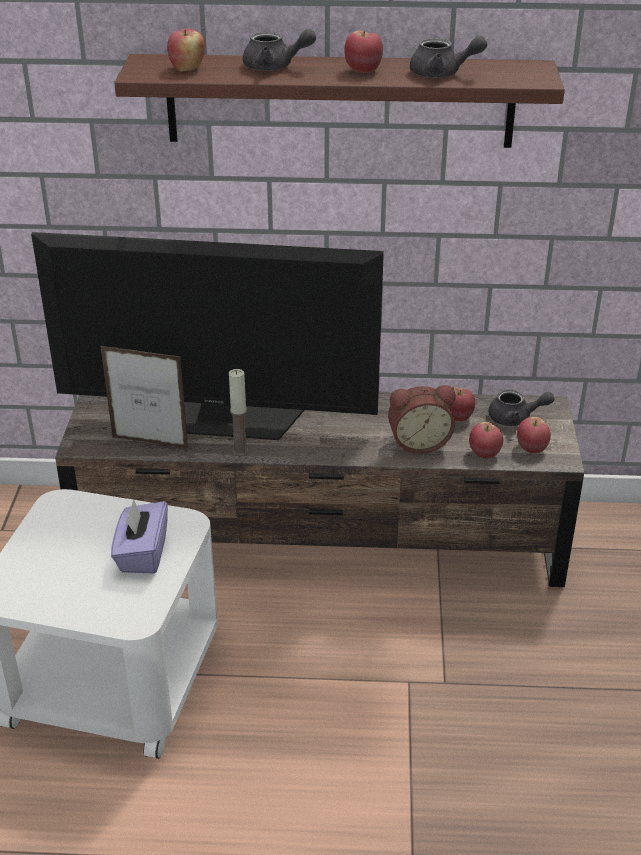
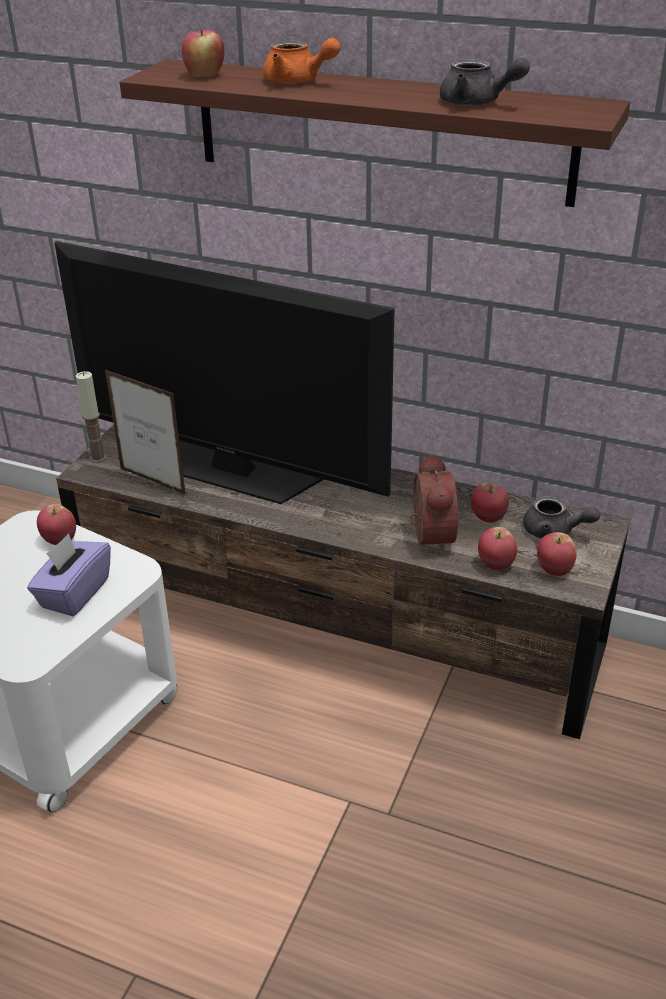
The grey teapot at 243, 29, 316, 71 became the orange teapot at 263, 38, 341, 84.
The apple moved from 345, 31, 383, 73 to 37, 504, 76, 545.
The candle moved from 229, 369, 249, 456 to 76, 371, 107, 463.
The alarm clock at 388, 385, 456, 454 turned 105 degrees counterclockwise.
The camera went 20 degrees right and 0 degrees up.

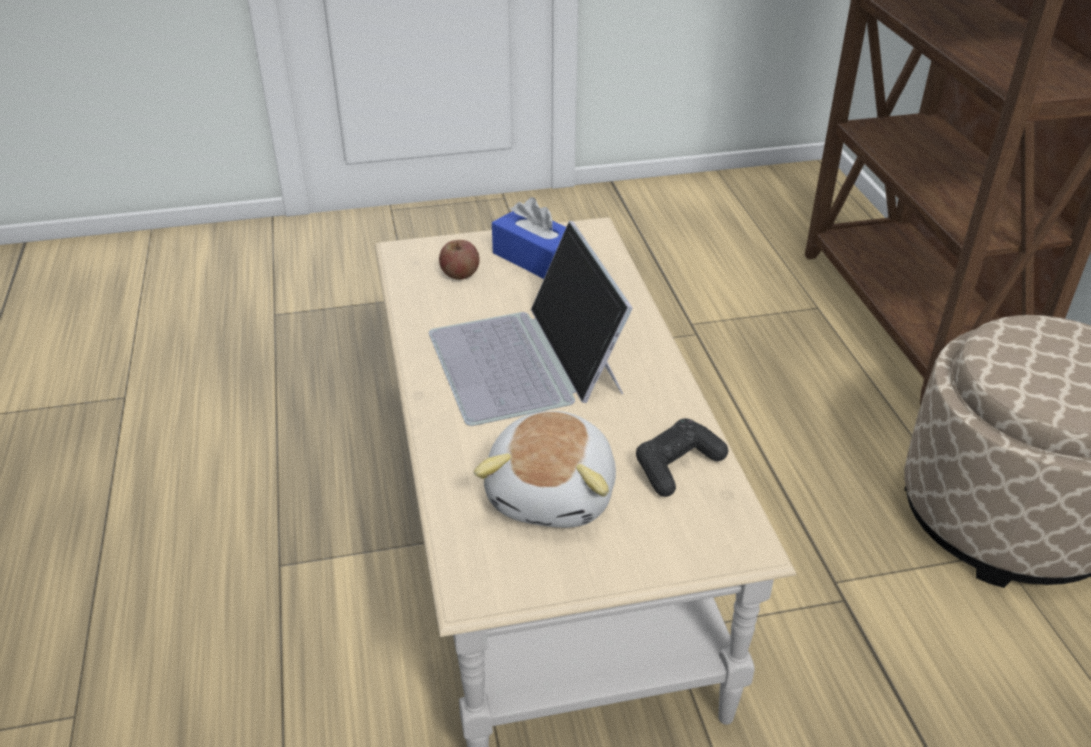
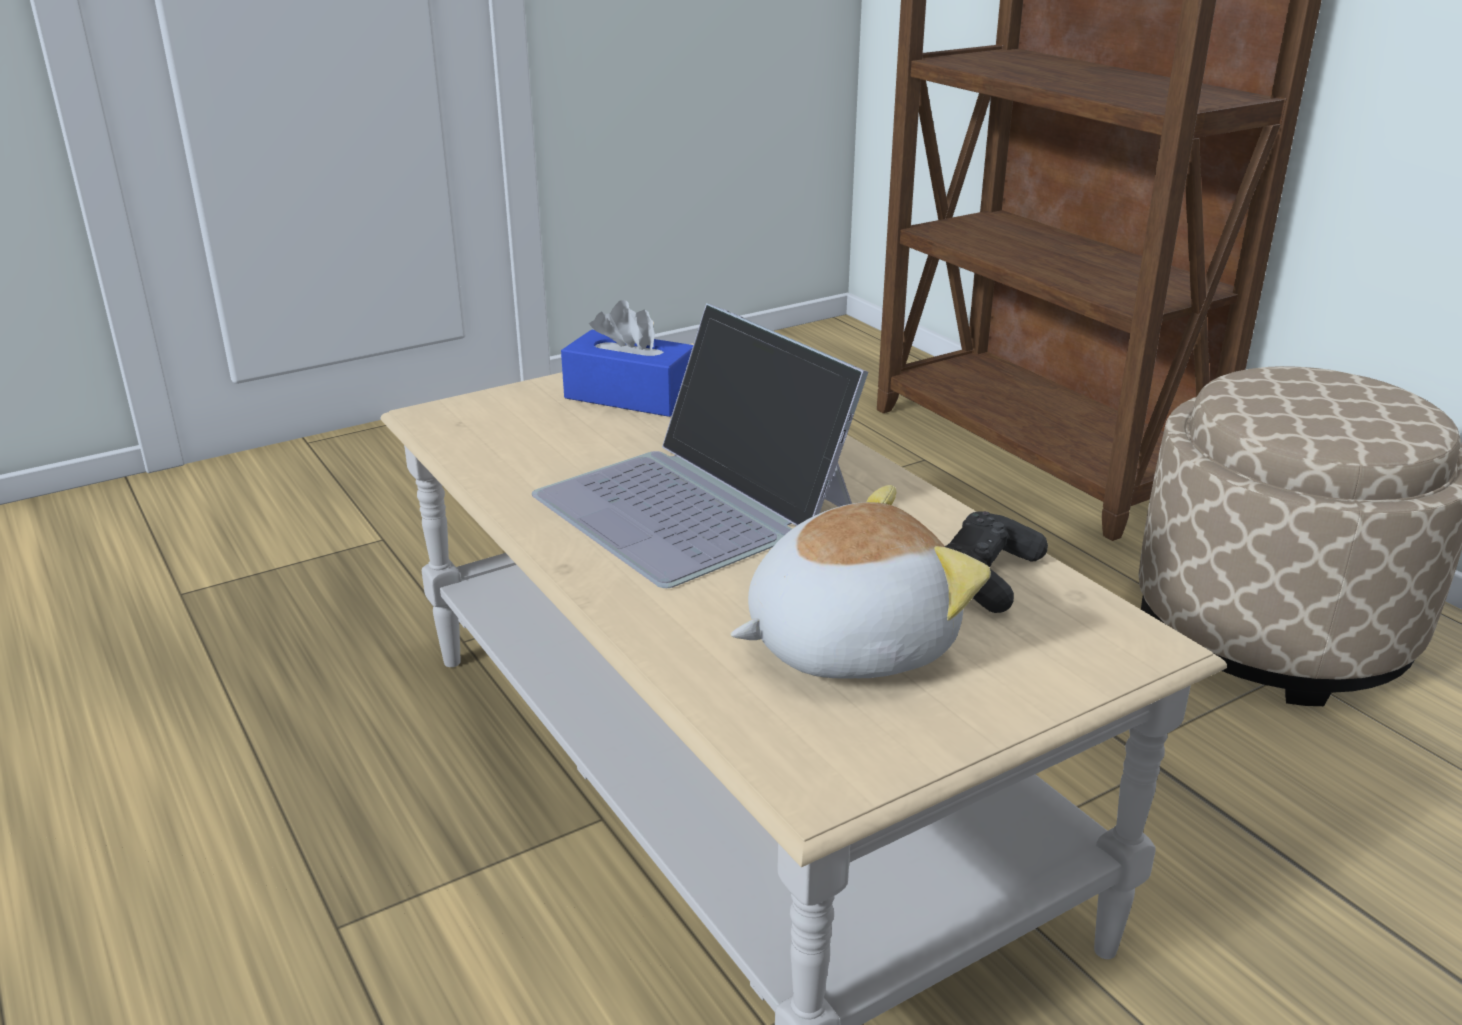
The apple at 439, 240, 480, 280 disappeared.
The plush toy at 474, 411, 616, 528 turned 105 degrees counterclockwise.
The camera went 20 degrees left and 10 degrees down.

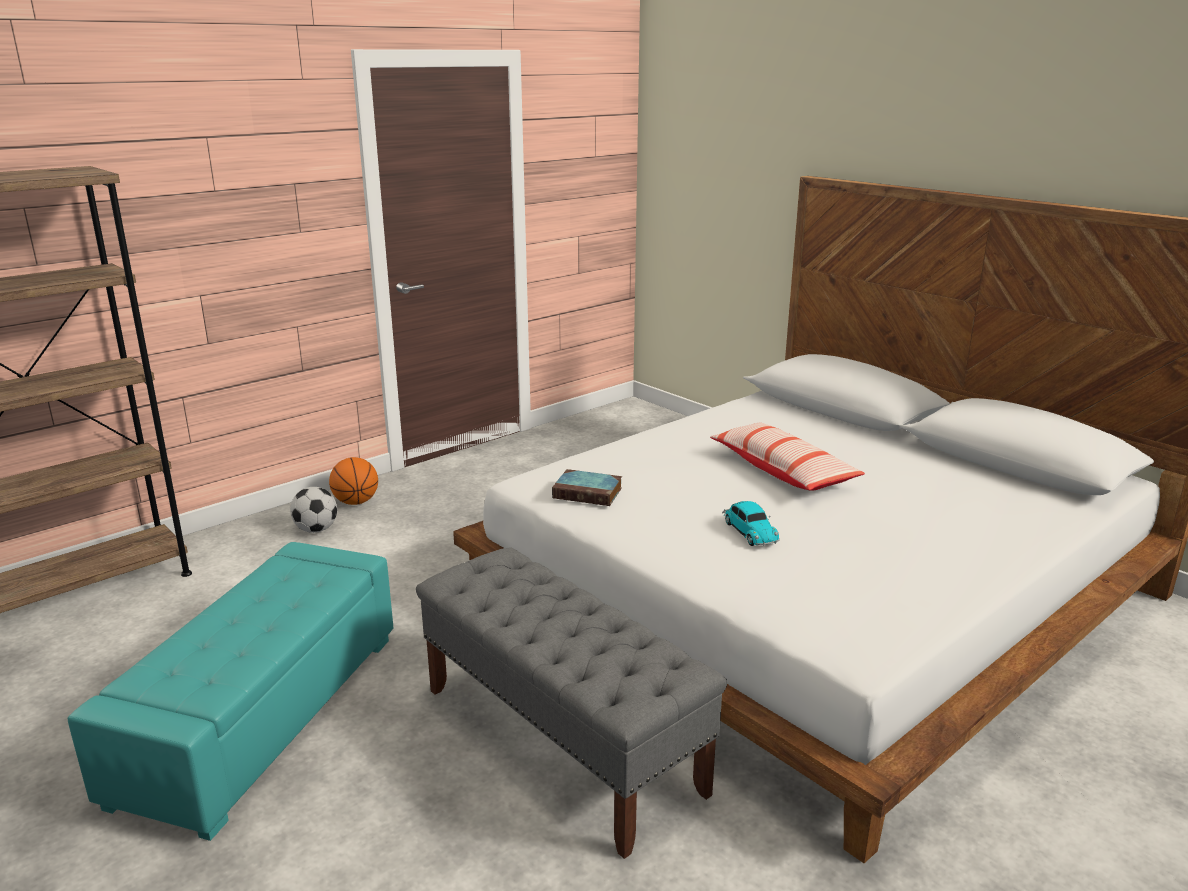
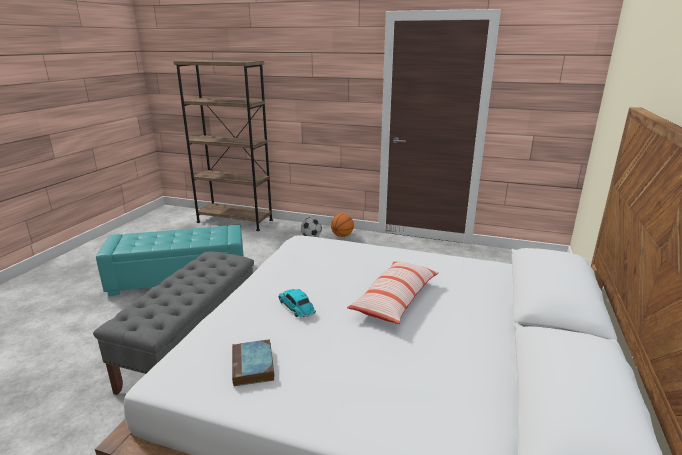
The book moved from 552, 469, 622, 506 to 232, 339, 275, 386.
The toy car at 722, 501, 780, 546 turned 105 degrees clockwise.
The camera went 60 degrees right and 0 degrees up.

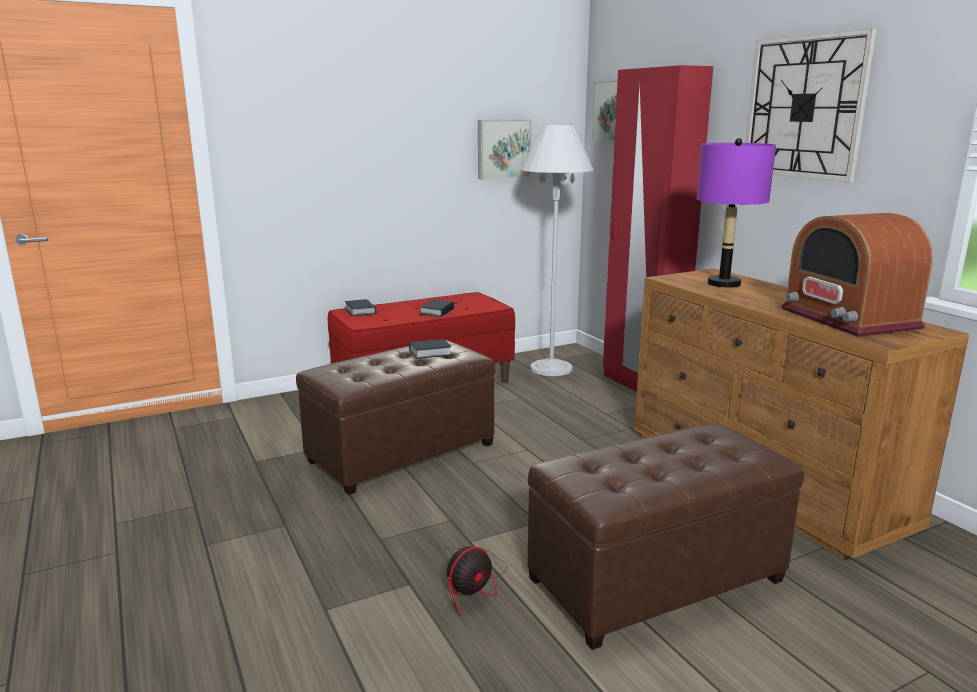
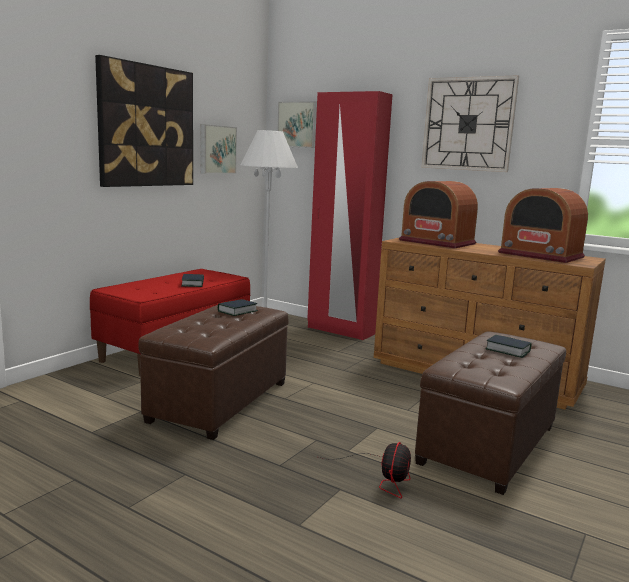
The purple table lamp at 697, 138, 776, 287 was replaced by the radio at 399, 181, 478, 248.
The book moved from 345, 299, 376, 316 to 485, 335, 532, 358.
The picture at 95, 55, 193, 187 appeared.
The camera went 30 degrees left and 5 degrees down.

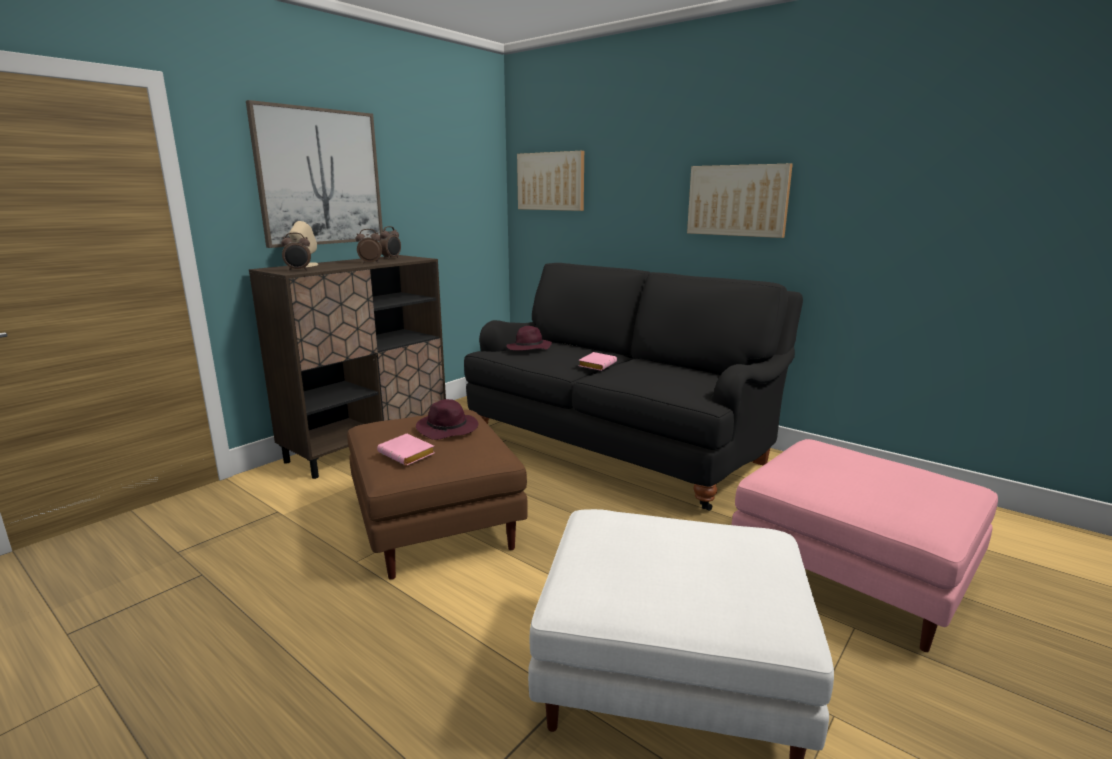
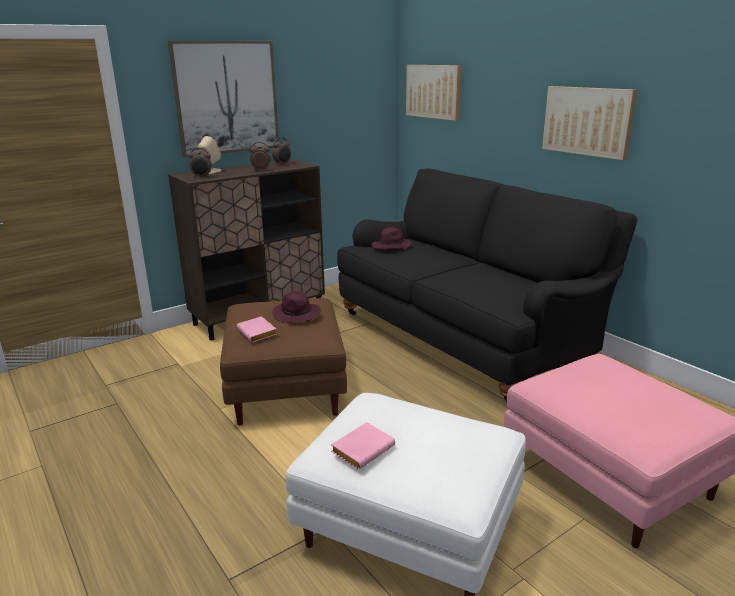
The pink book moved from 578, 352, 617, 371 to 331, 422, 395, 470.
The camera went 15 degrees right and 5 degrees up.

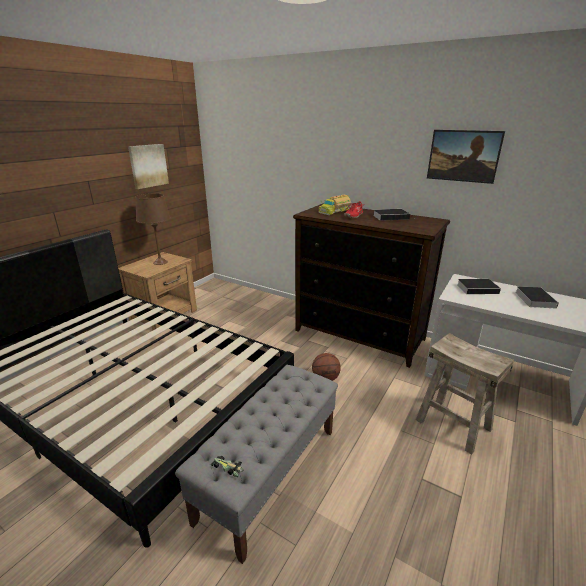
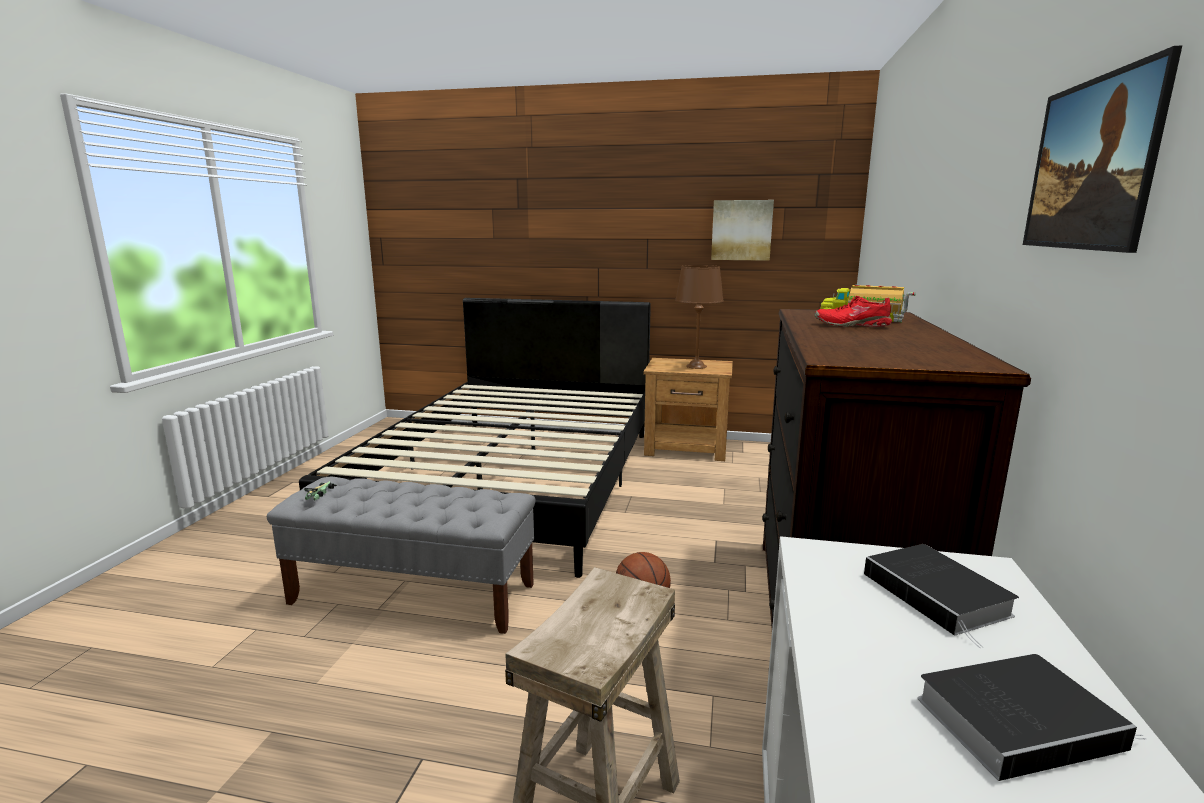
The book at 373, 209, 410, 221 disappeared.
The camera went 70 degrees right and 10 degrees down.

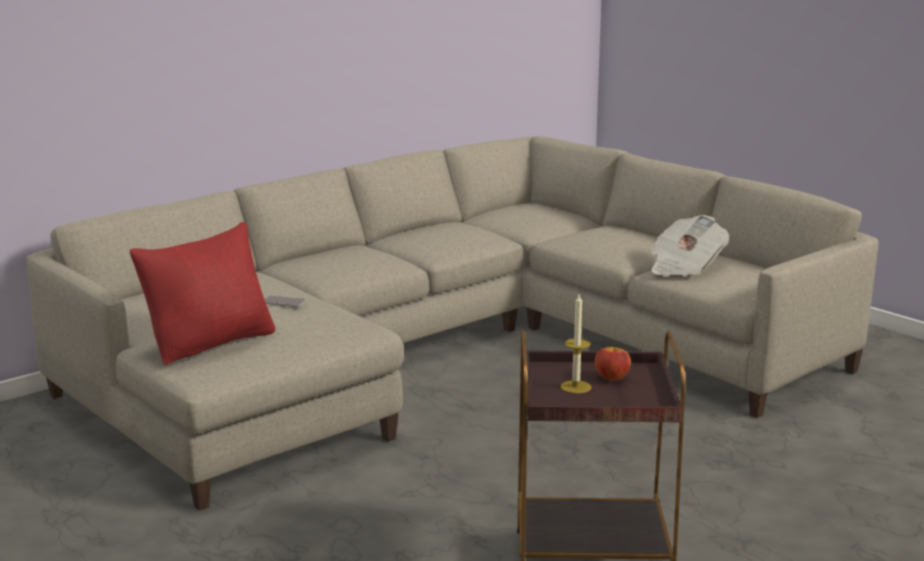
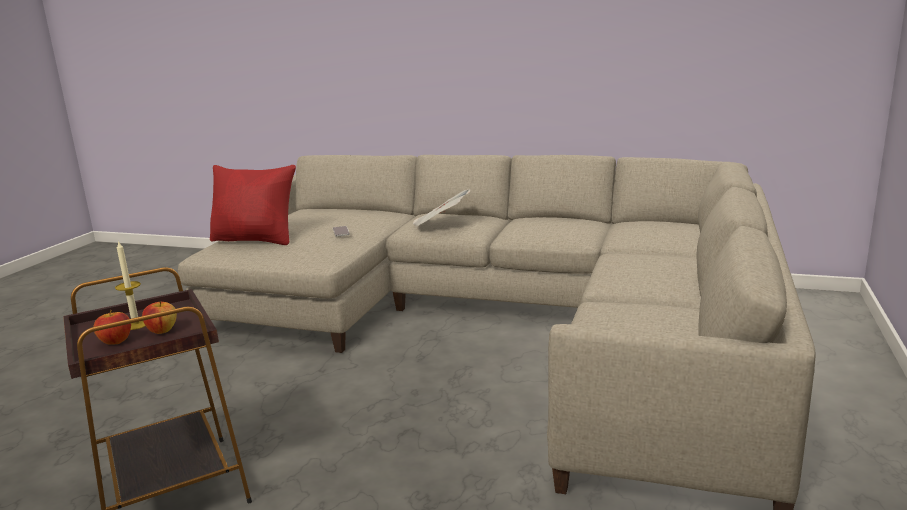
The newspaper moved from 651, 215, 729, 276 to 413, 189, 470, 227.
The apple at 93, 310, 131, 345 appeared.
The camera went 60 degrees right and 0 degrees up.

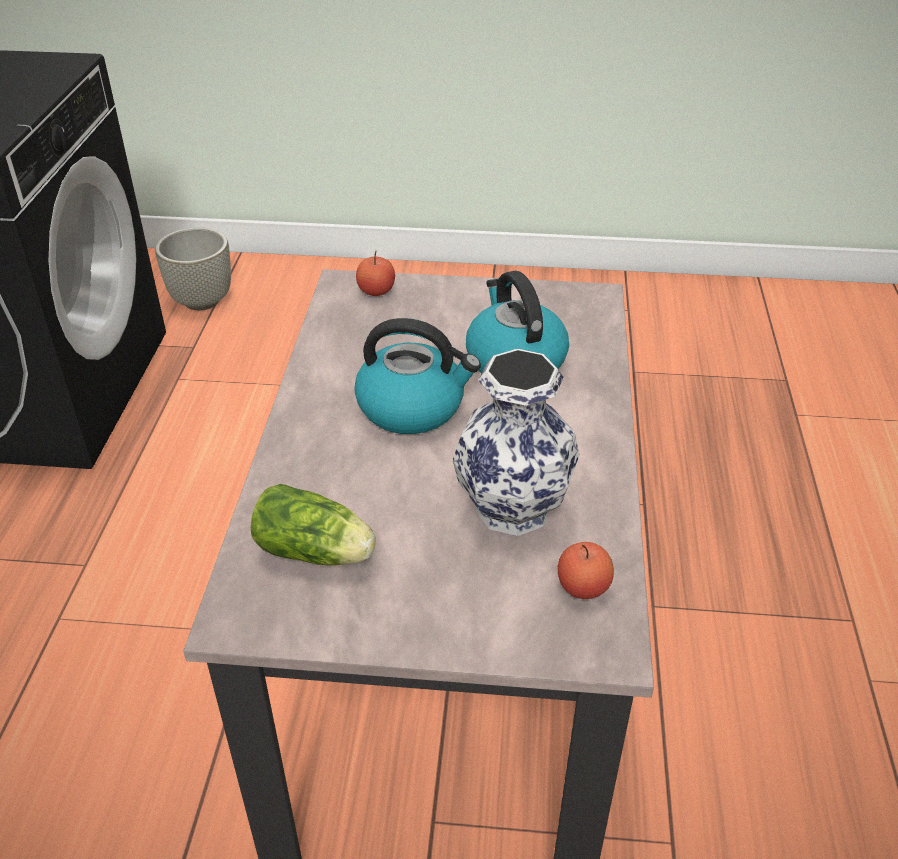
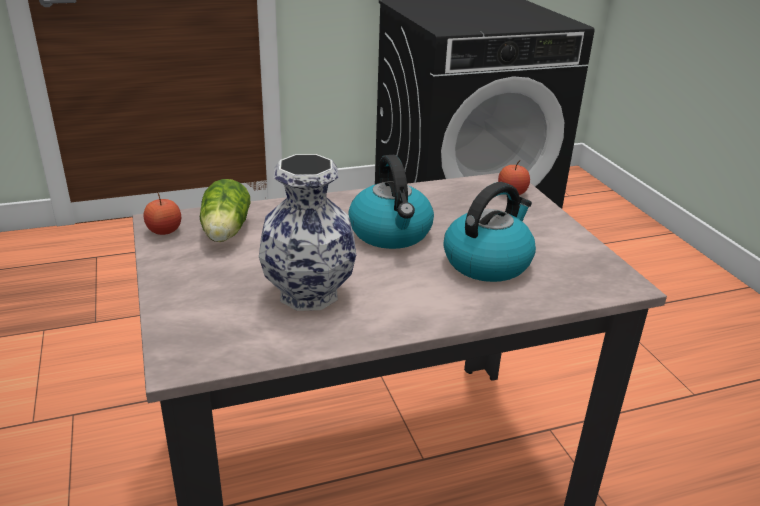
The grey planter at 155, 227, 231, 310 disappeared.
The apple moved from 558, 542, 614, 599 to 144, 193, 181, 235.
The camera went 65 degrees right and 10 degrees down.

